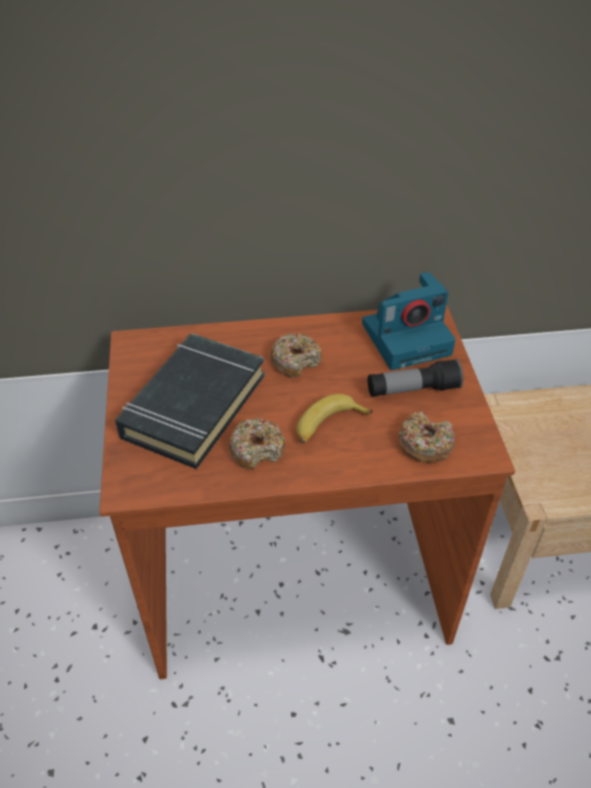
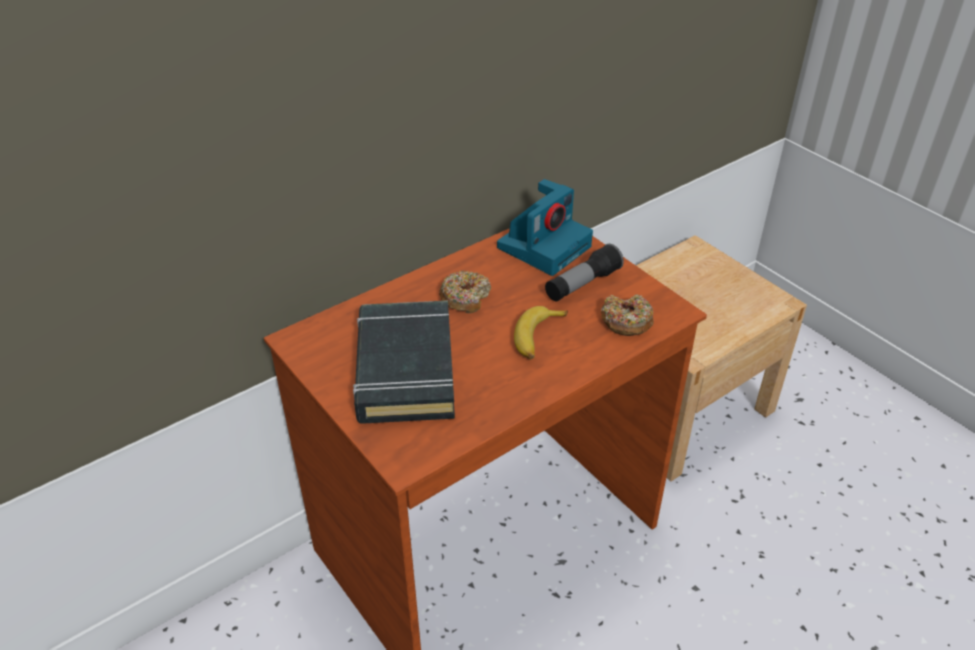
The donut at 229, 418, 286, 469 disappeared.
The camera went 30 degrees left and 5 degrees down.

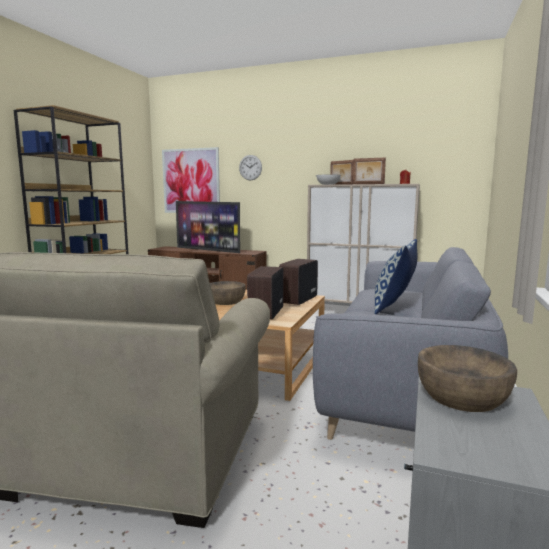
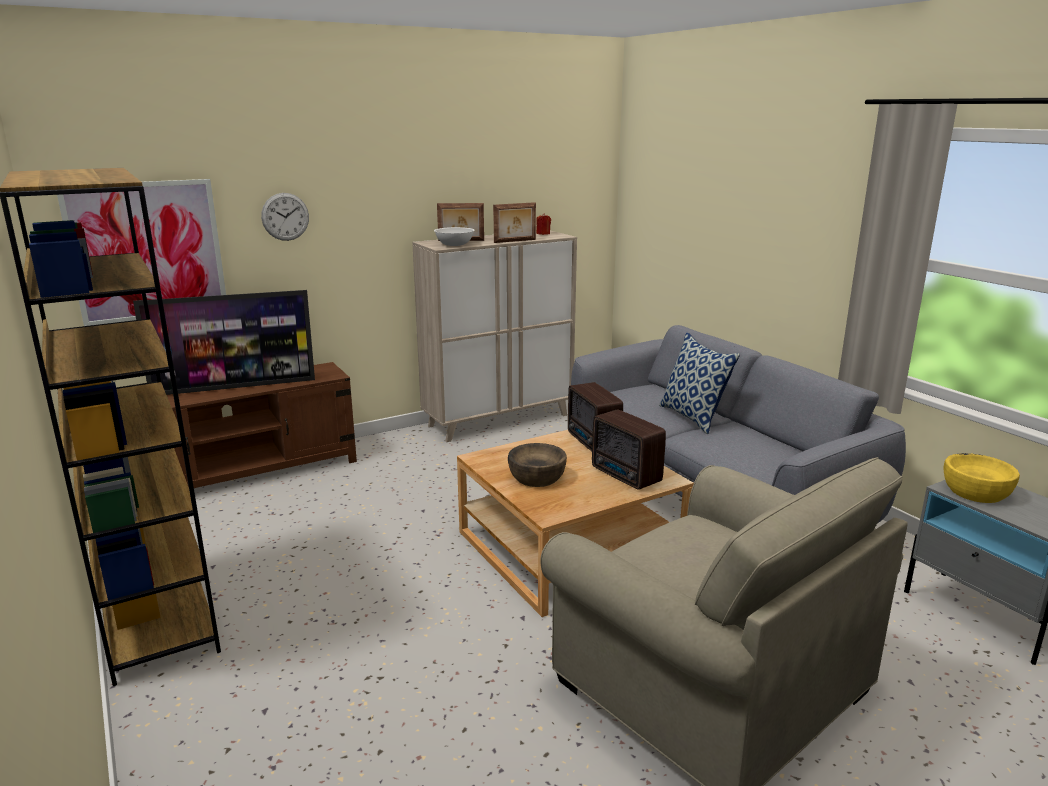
The brown bowl at 418, 345, 517, 412 became the yellow bowl at 943, 453, 1020, 503.
The camera went 50 degrees left and 10 degrees up.

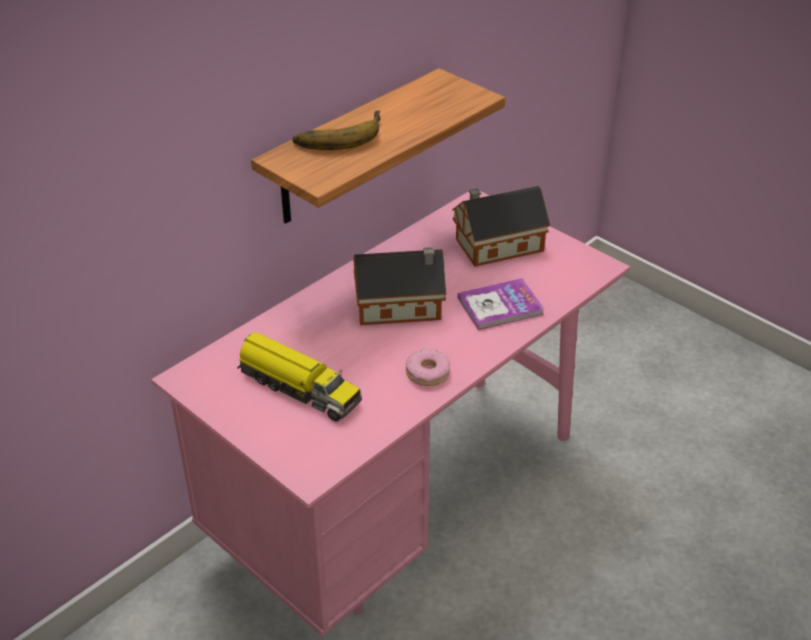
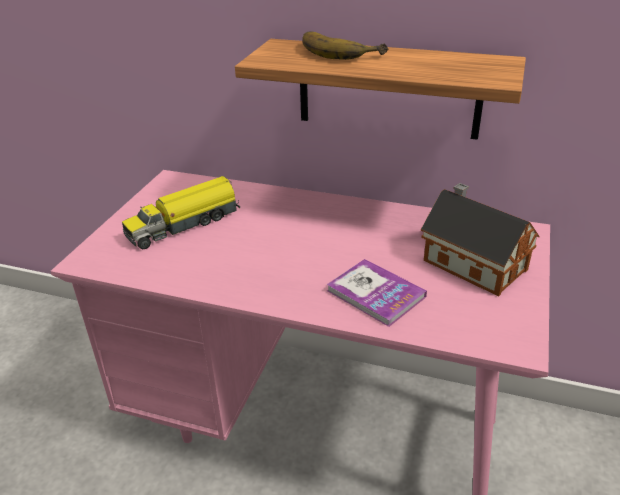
The toy house at 353, 247, 446, 325 disappeared.
The toy truck at 237, 332, 362, 422 turned 45 degrees clockwise.
The donut at 406, 349, 450, 386 disappeared.
The camera went 65 degrees right and 5 degrees down.

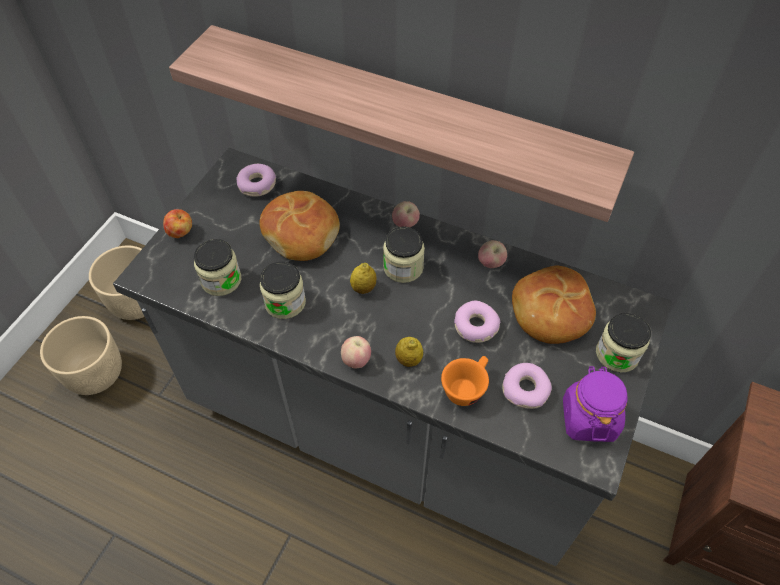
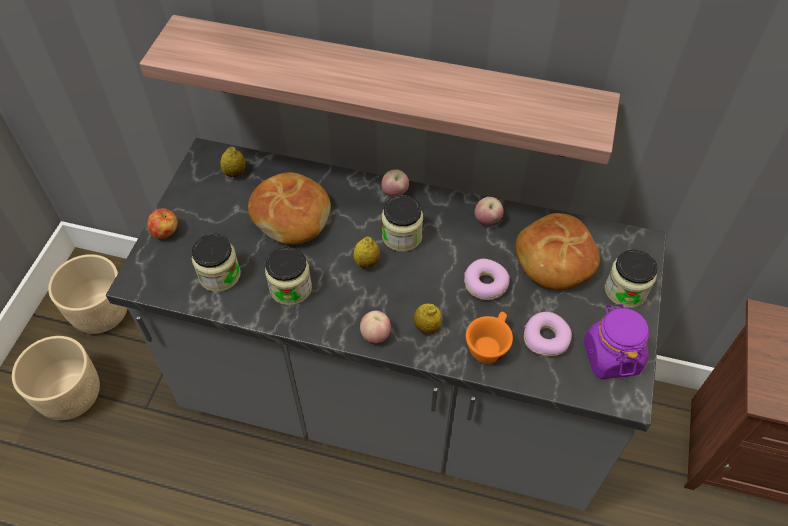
The donut at 236, 164, 276, 197 was replaced by the lemon at 220, 147, 245, 177.
The camera went 10 degrees left and 0 degrees up.

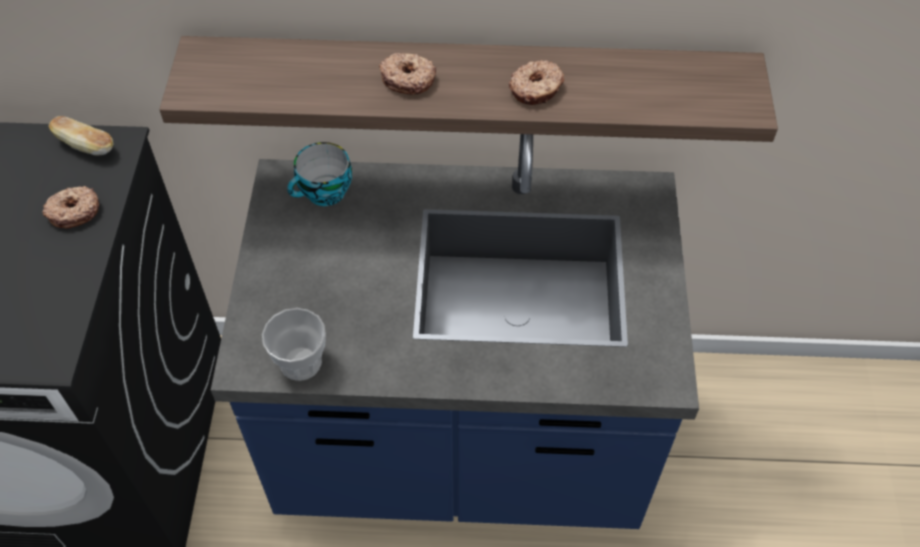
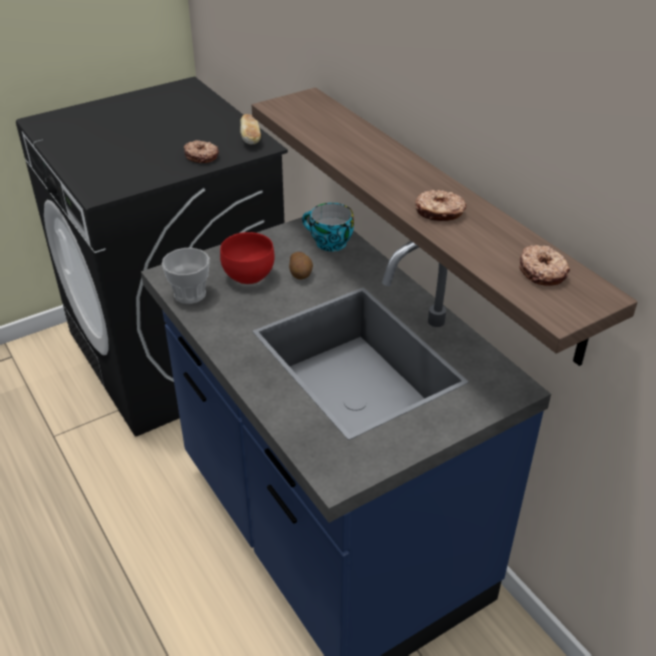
The donut moved from 379, 53, 437, 95 to 519, 245, 570, 286.
The red bowl at 220, 232, 275, 285 appeared.
The potato at 289, 252, 313, 279 appeared.
The camera went 55 degrees right and 15 degrees down.

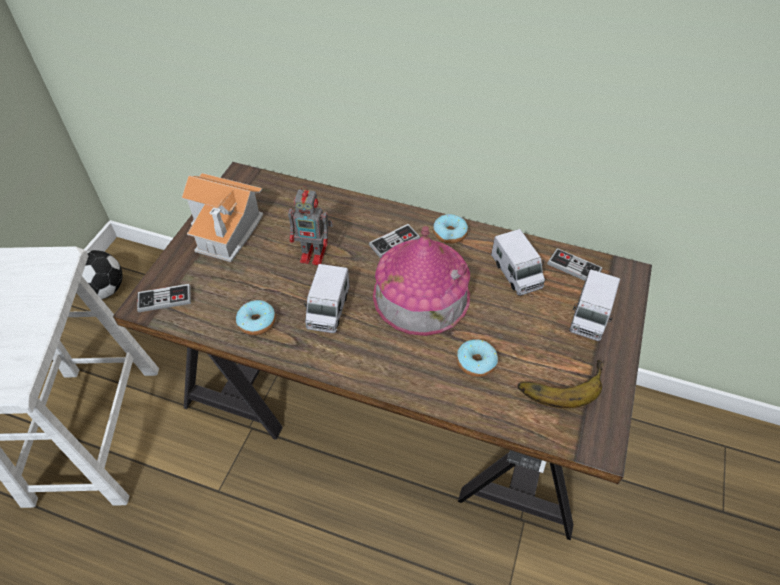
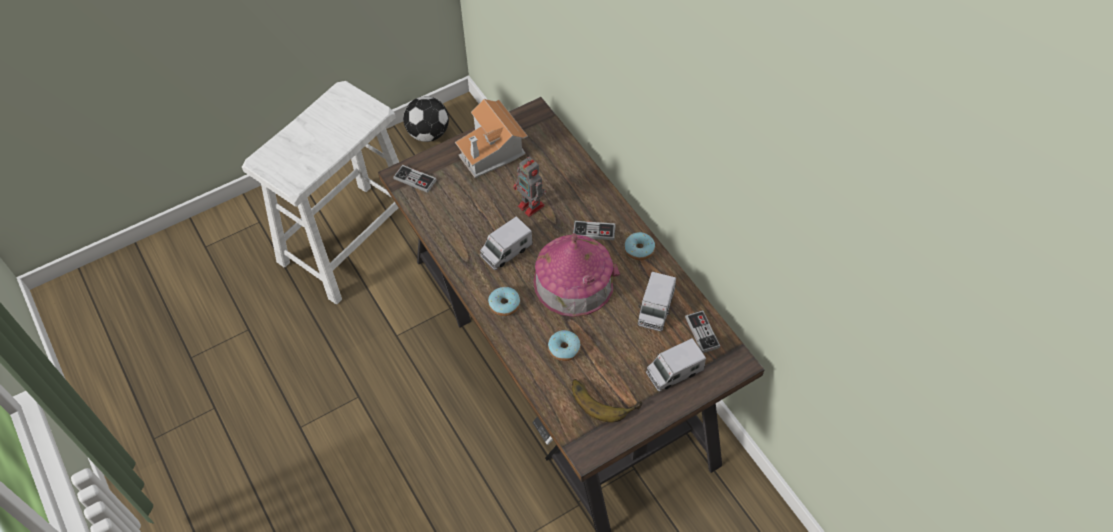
The donut moved from 236, 300, 276, 335 to 488, 287, 520, 316.
The camera went 40 degrees right and 5 degrees up.

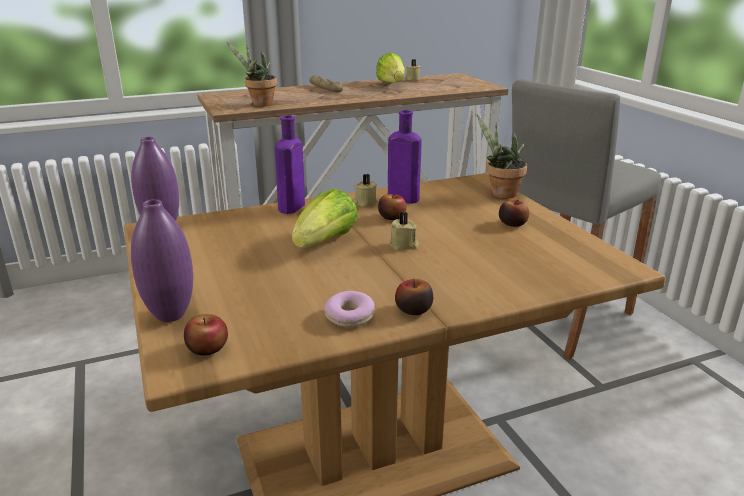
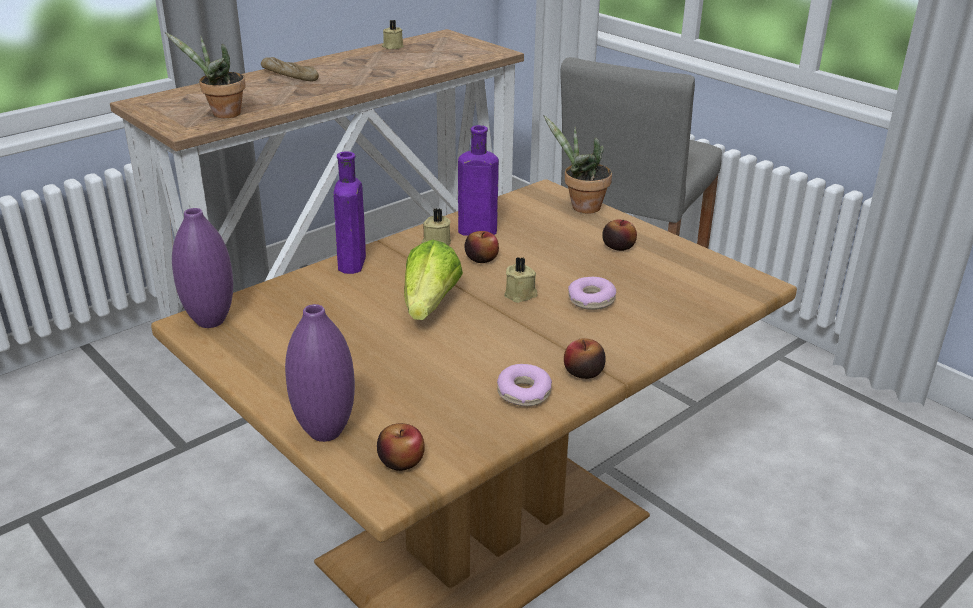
The lettuce at 376, 52, 405, 83 disappeared.
The donut at 568, 277, 616, 310 appeared.
The camera went 20 degrees left and 5 degrees up.

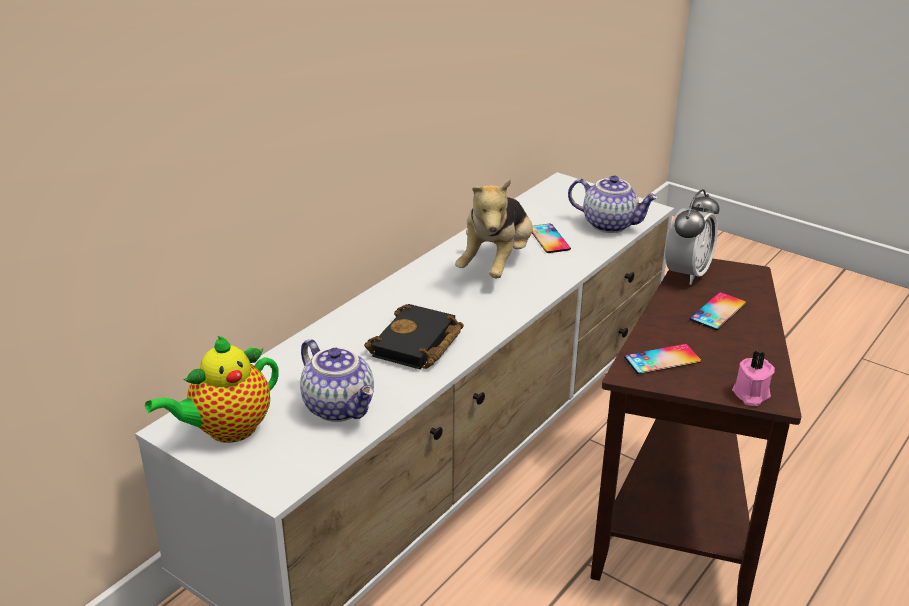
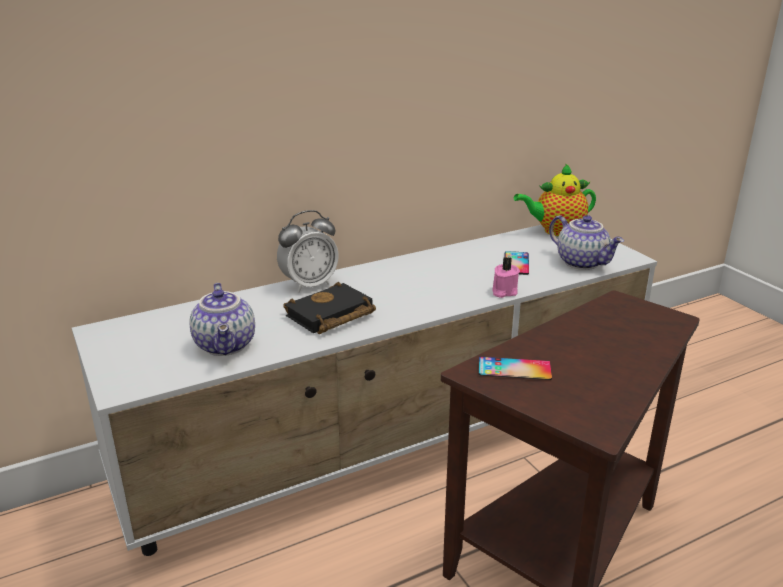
The plush toy at 455, 179, 533, 278 disappeared.
The alarm clock moved from 665, 189, 719, 285 to 277, 210, 339, 292.
The phone at 689, 292, 746, 330 disappeared.
The teapot moved from 145, 335, 279, 443 to 514, 163, 596, 236.
The pink candle moved from 732, 351, 775, 406 to 493, 257, 520, 298.
The camera went 25 degrees right and 5 degrees down.

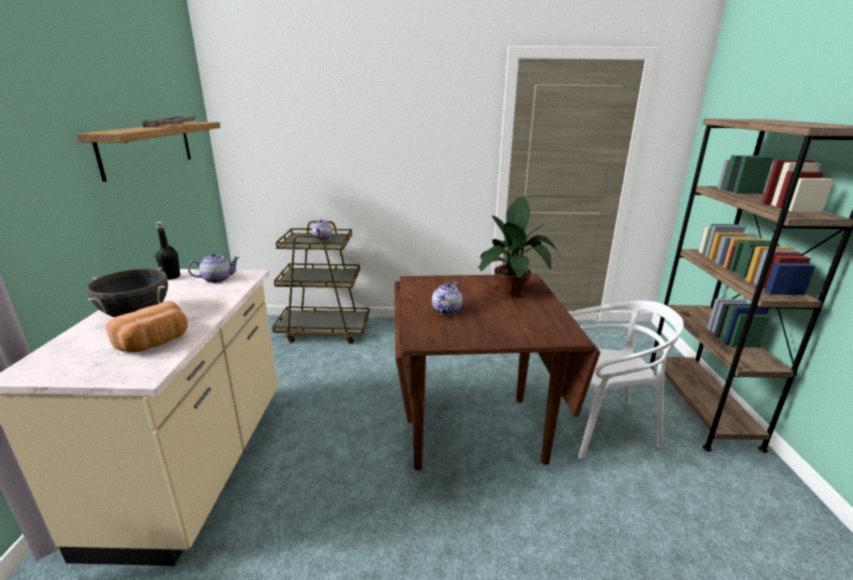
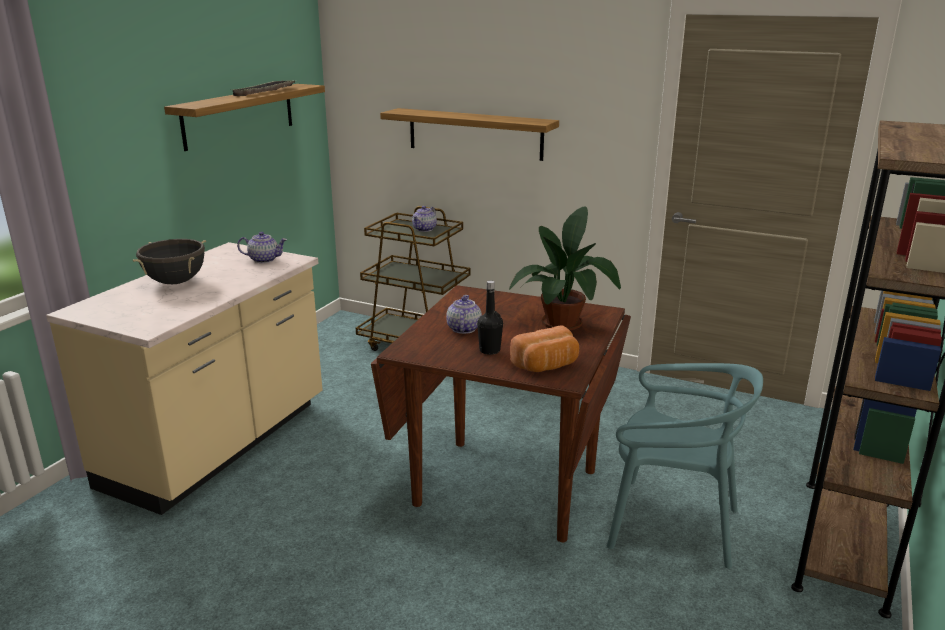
The black bottle moved from 155, 222, 180, 280 to 477, 280, 503, 355.
The teapot at 432, 282, 463, 315 turned 45 degrees counterclockwise.
The bread moved from 106, 301, 188, 352 to 510, 325, 579, 372.
The white chair at 569, 301, 684, 459 became the turquoise chair at 607, 363, 763, 569.
The shelf at 380, 108, 559, 161 appeared.
The camera went 25 degrees right and 0 degrees up.

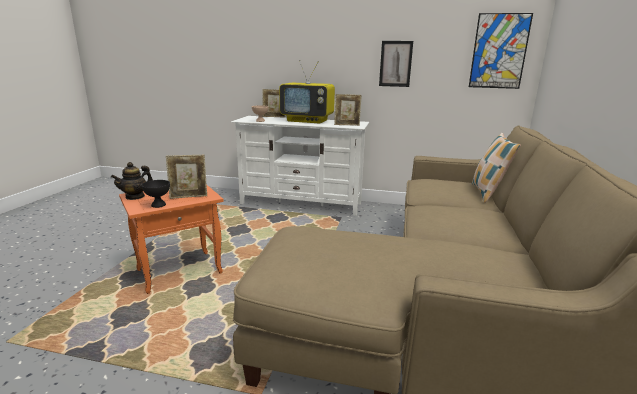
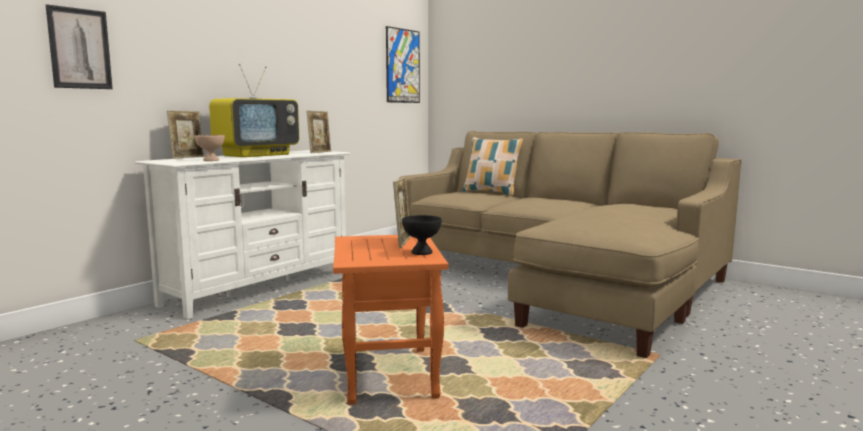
The picture moved from 379, 41, 413, 87 to 46, 4, 113, 89.
The teapot at 111, 162, 153, 200 disappeared.
The camera went 65 degrees left and 10 degrees down.

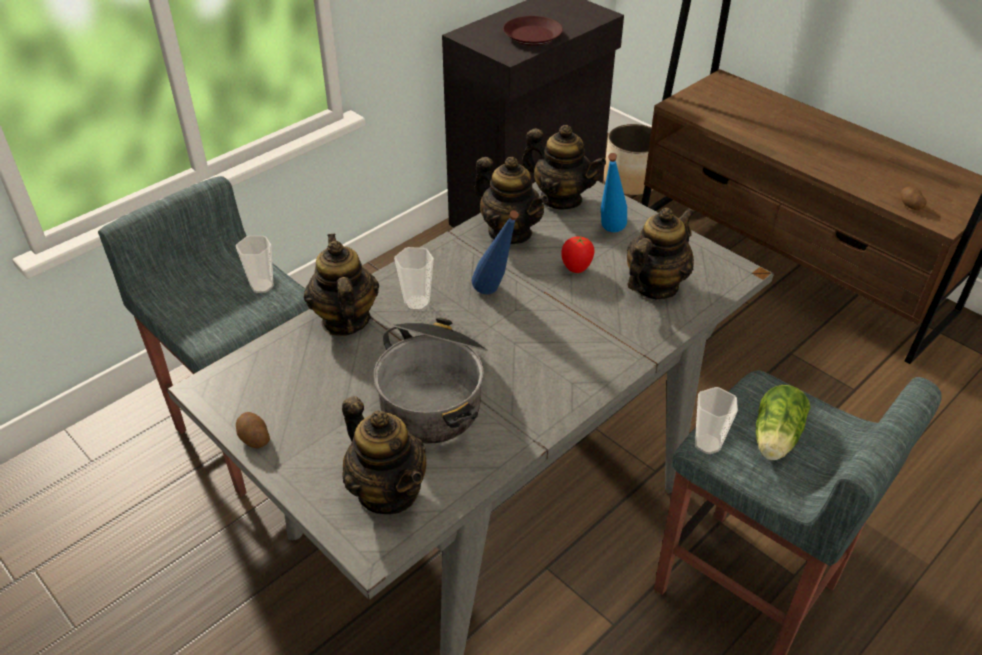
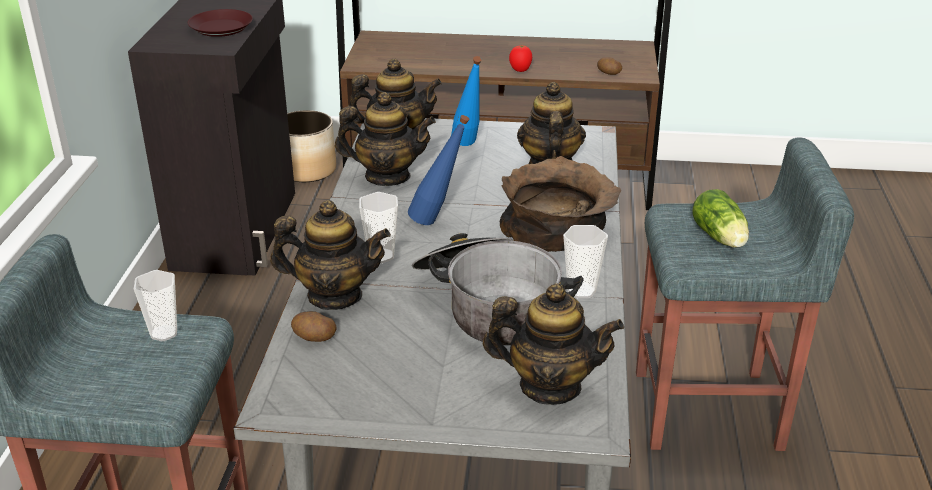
The teapot at 304, 234, 379, 336 turned 150 degrees clockwise.
The tomato moved from 561, 236, 594, 273 to 509, 45, 532, 72.
The cup moved from 695, 387, 738, 454 to 563, 225, 608, 298.
The potato moved from 236, 412, 270, 448 to 291, 311, 336, 342.
The brown bowl at 500, 156, 621, 252 appeared.
The camera went 40 degrees left and 10 degrees down.

